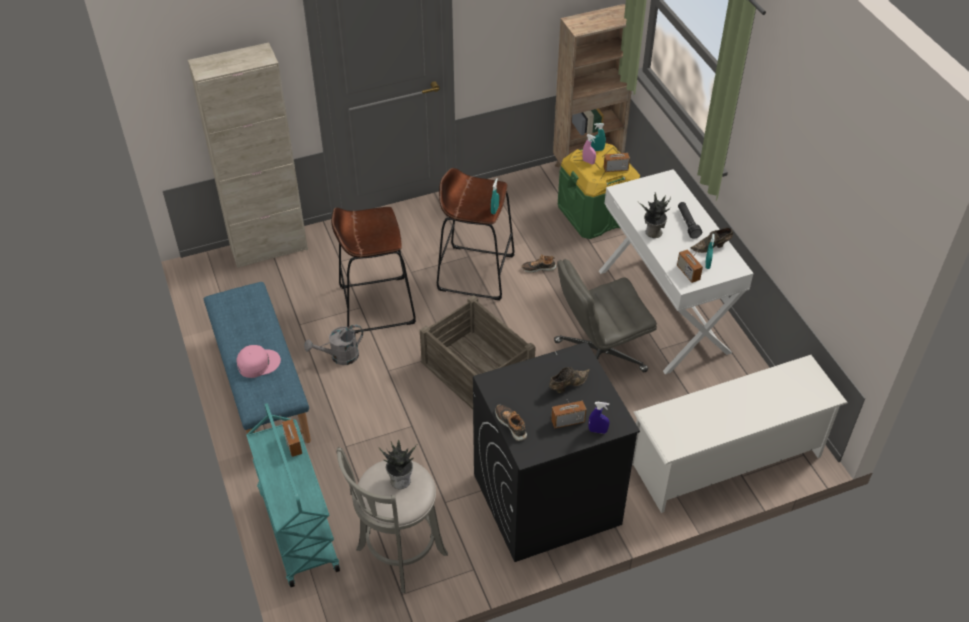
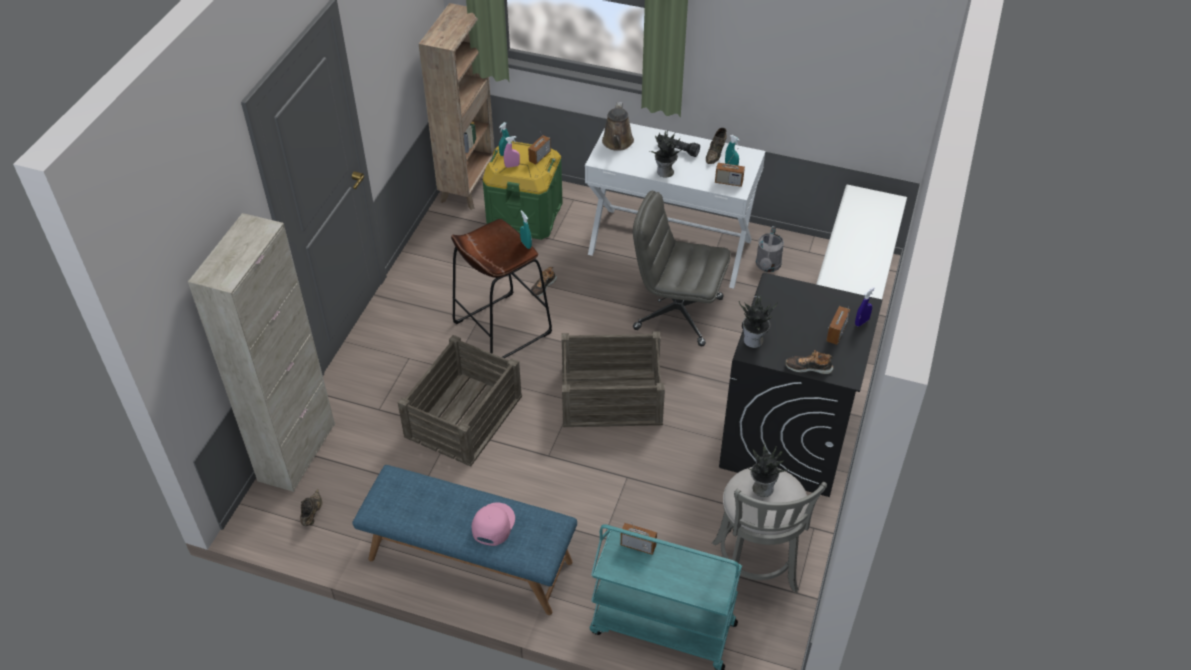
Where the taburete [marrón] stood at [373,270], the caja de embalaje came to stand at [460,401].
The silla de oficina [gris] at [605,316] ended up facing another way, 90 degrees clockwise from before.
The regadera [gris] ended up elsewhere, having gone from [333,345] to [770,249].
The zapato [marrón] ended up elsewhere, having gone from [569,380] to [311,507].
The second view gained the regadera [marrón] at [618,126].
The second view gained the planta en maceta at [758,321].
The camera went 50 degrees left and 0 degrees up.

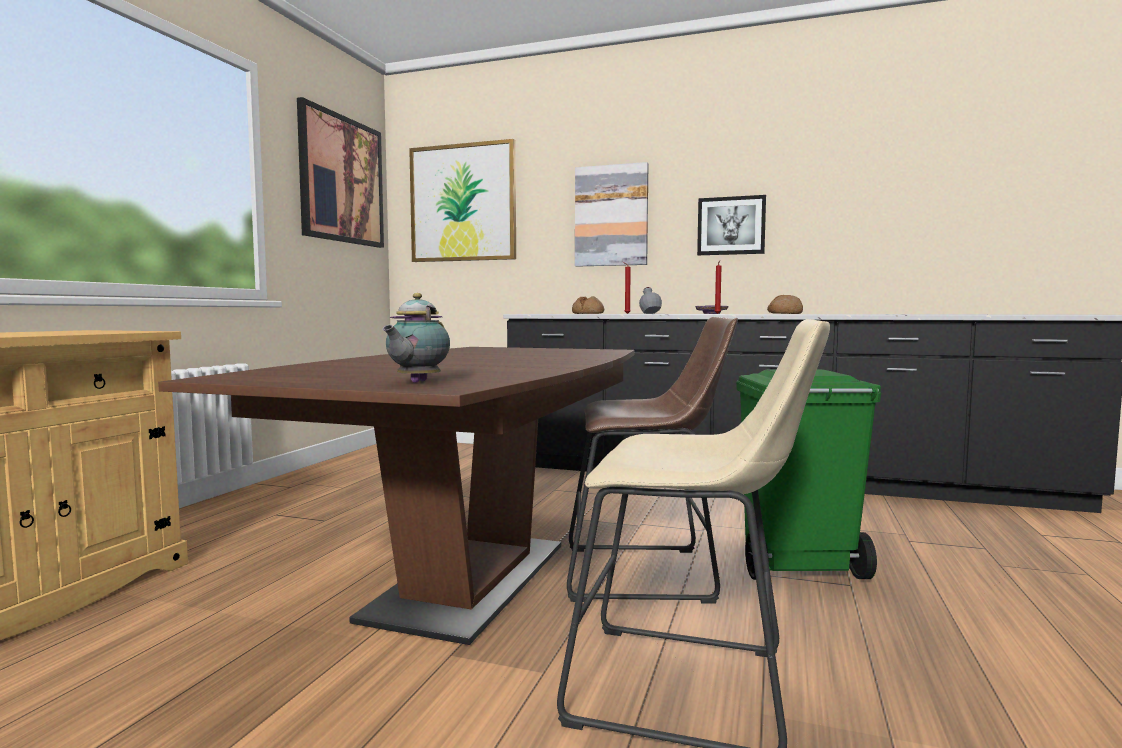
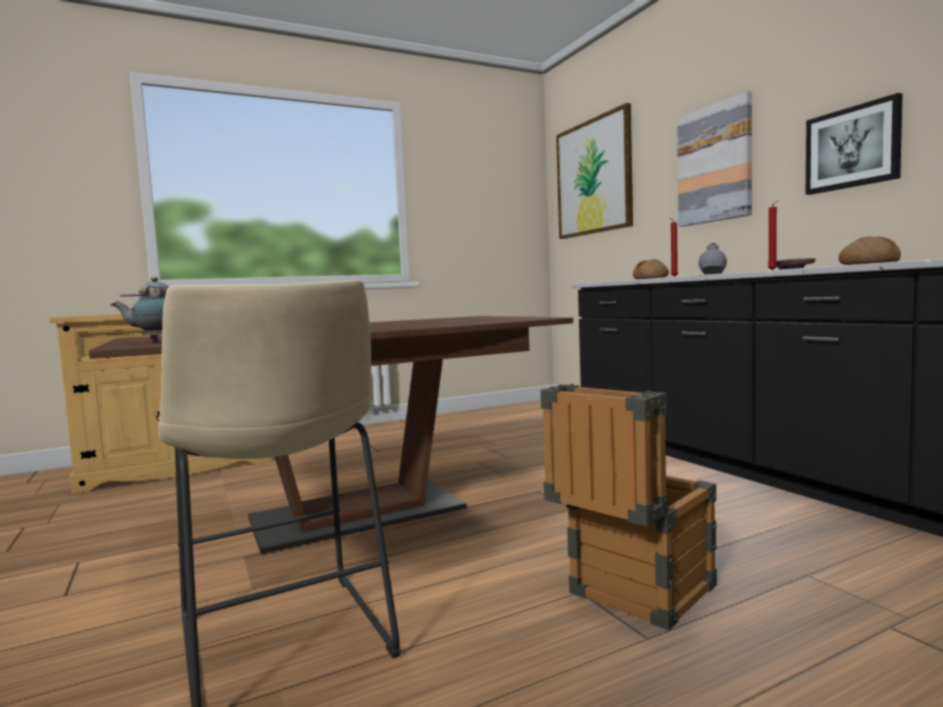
The second view lost the cuadro at [340,172].
The second view lost the taburete [marrón] at [652,460].
Where the papelera [verde] stood at [808,474], the caja de embalaje came to stand at [629,507].
The camera went 45 degrees right and 0 degrees up.

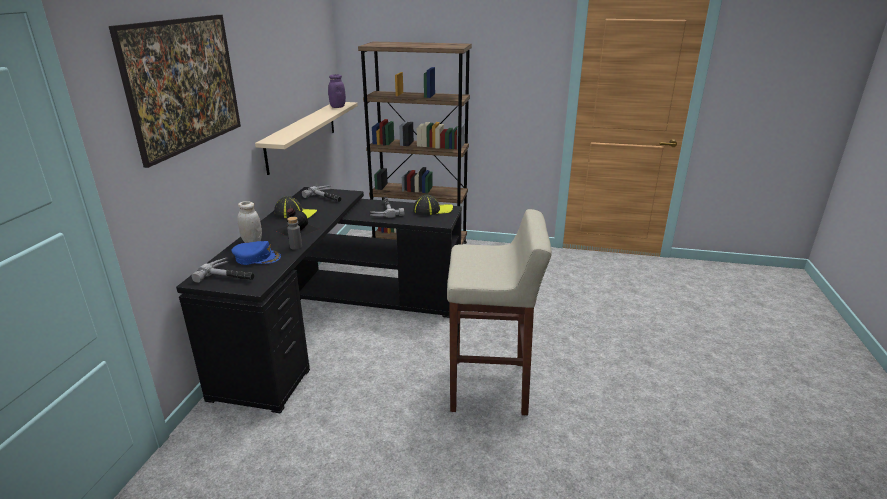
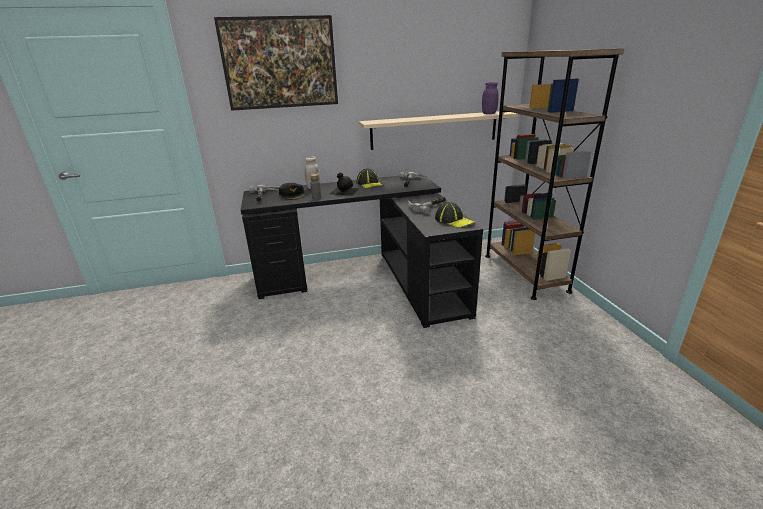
The second view lost the taburete [beis] at [499,312].
What was the gorra [azul] at [256,253] turned into the gorra [negro] at [291,191].
The camera went 65 degrees right and 0 degrees up.

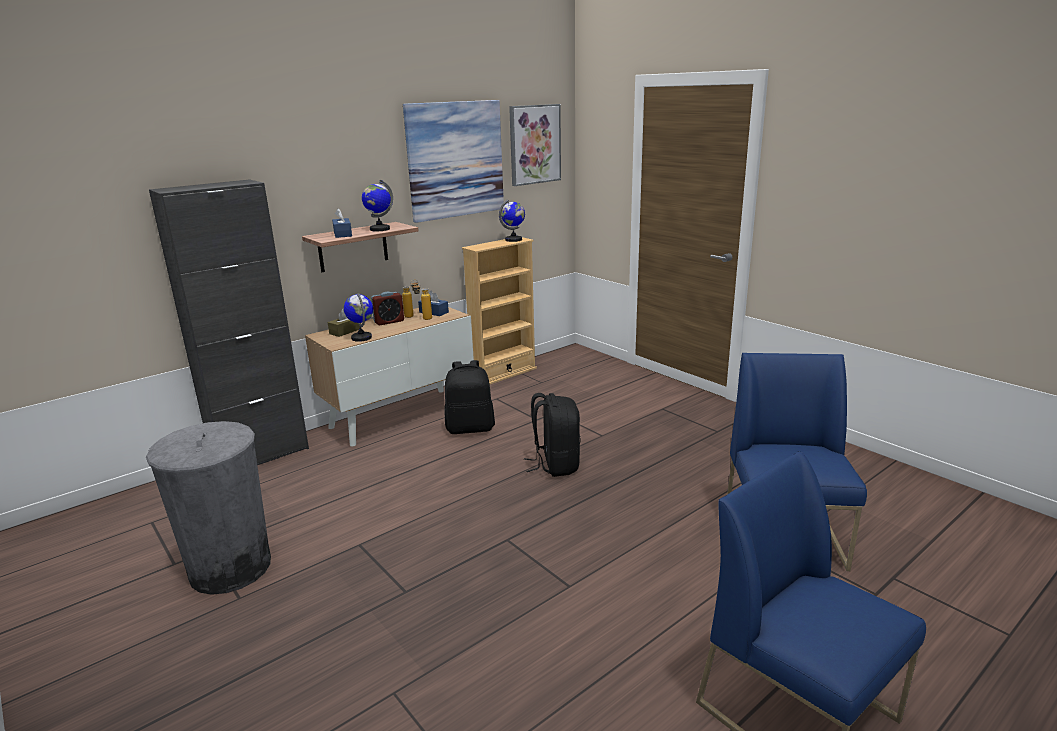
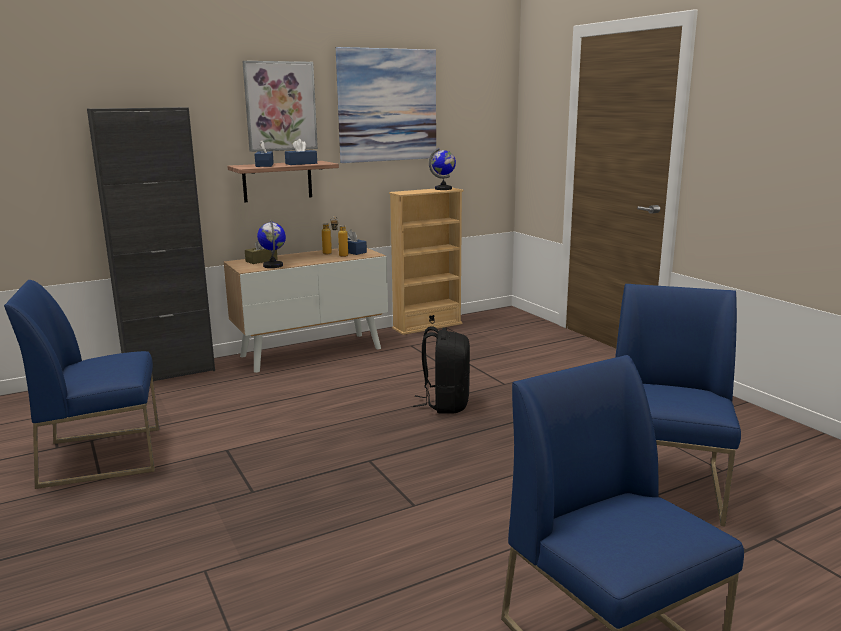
The cuadro ended up elsewhere, having gone from [535,145] to [280,106].
Where the globo terráqueo stood at [377,205], the caja de pañuelos [azul] came to stand at [301,152].
The second view lost the despertador at [387,308].
The second view lost the mochila [negro] at [469,397].
Where the papelera [gris] stood at [208,508], the silla [azul] came to stand at [81,384].
The camera went 10 degrees right and 5 degrees down.

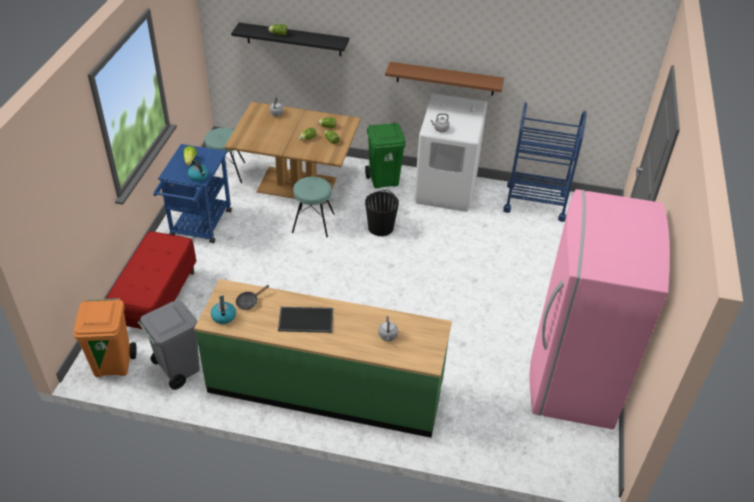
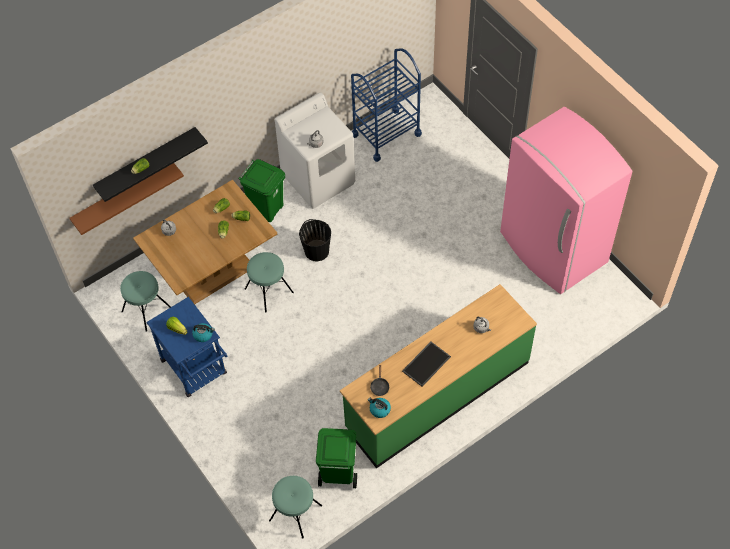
The estante [marrón] ended up elsewhere, having gone from [444,79] to [126,199].
The second view lost the banco [rojo] at [151,280].
Where the papelera [naranja] stood at [105,337], the taburete [turquesa] came to stand at [295,507].
What was the papelera [gris] at [169,345] turned into the papelera [verde] at [336,458].
The camera went 45 degrees left and 15 degrees up.

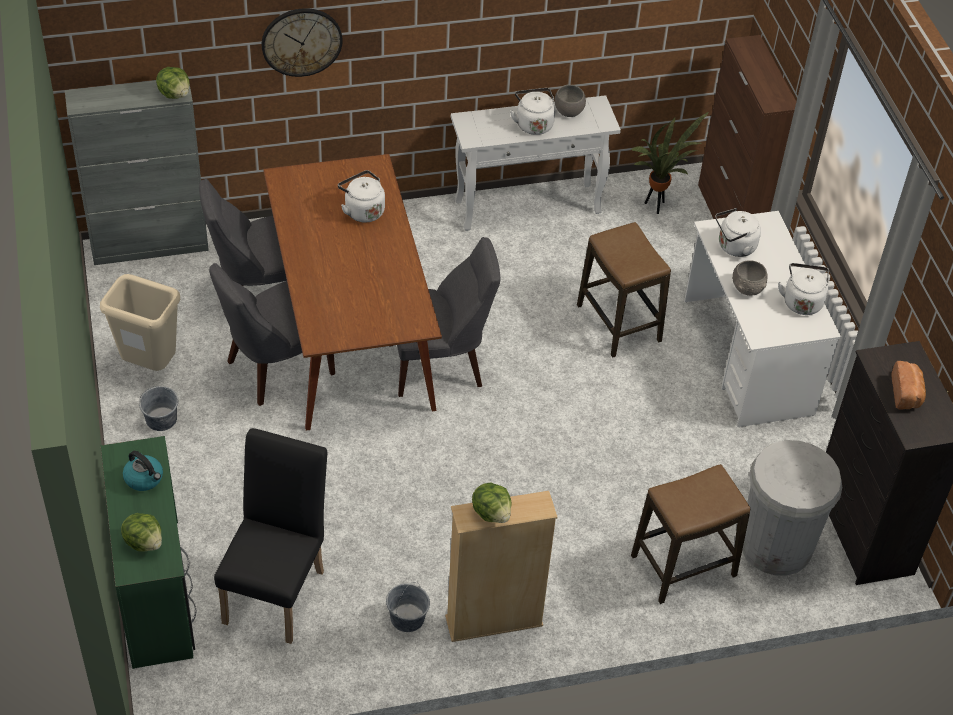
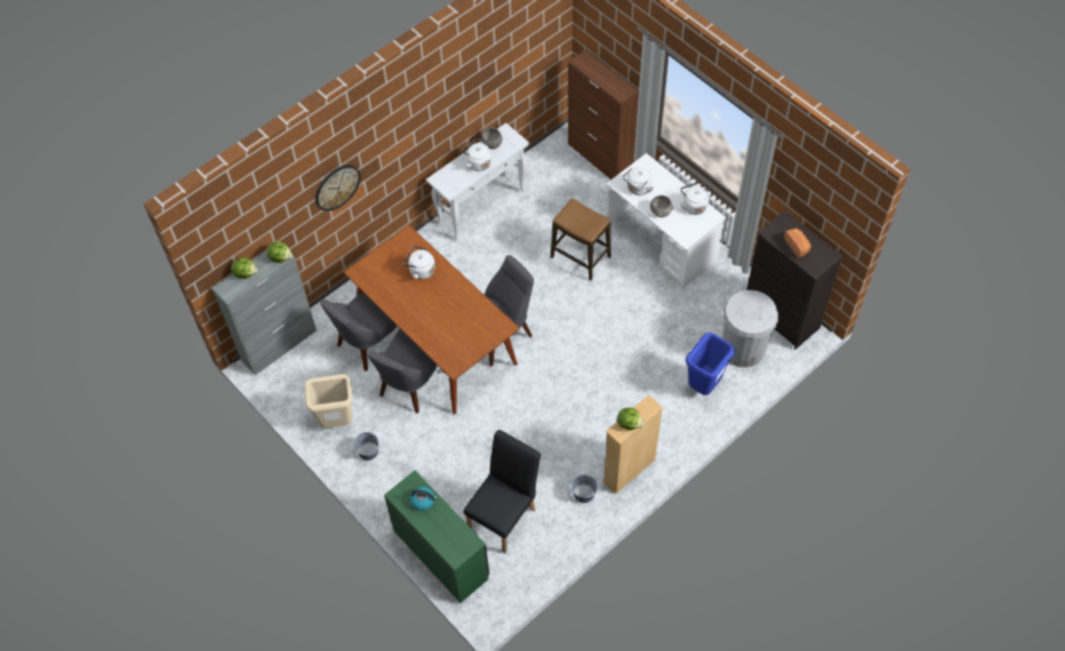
The second view lost the planta en maceta at [670,163].
The silla [negro] at [271,536] ended up facing another way, 45 degrees clockwise from before.
Where the taburete stood at [690,534], the papelera [azul] came to stand at [710,363].
The lechuga ended up elsewhere, having gone from [141,532] to [244,268].
The camera went 25 degrees left and 10 degrees up.

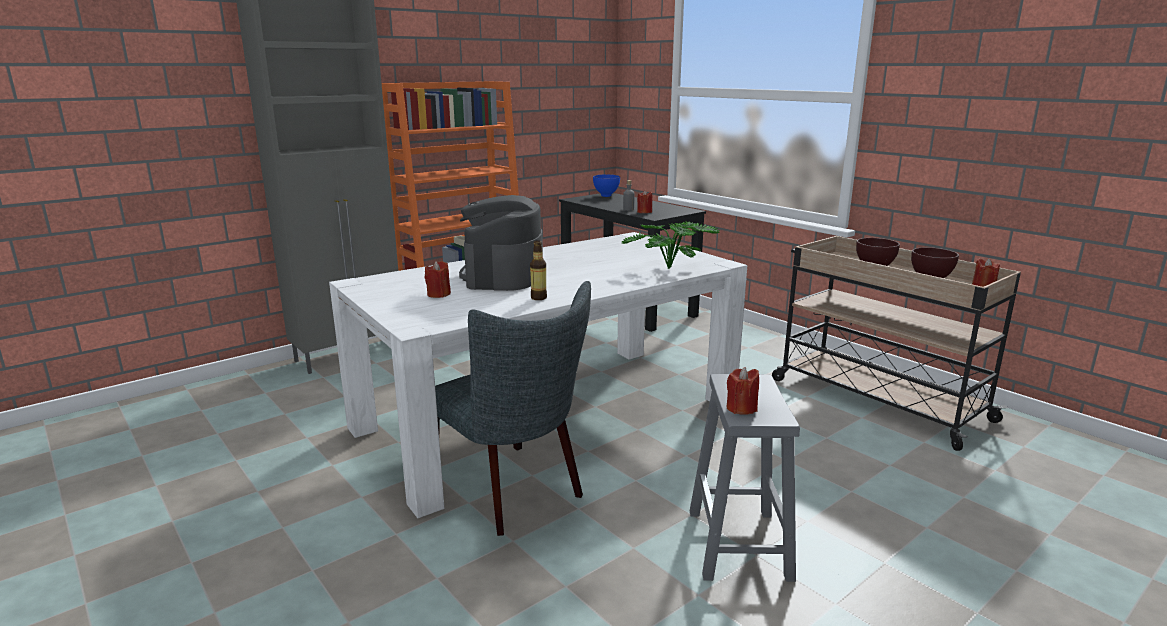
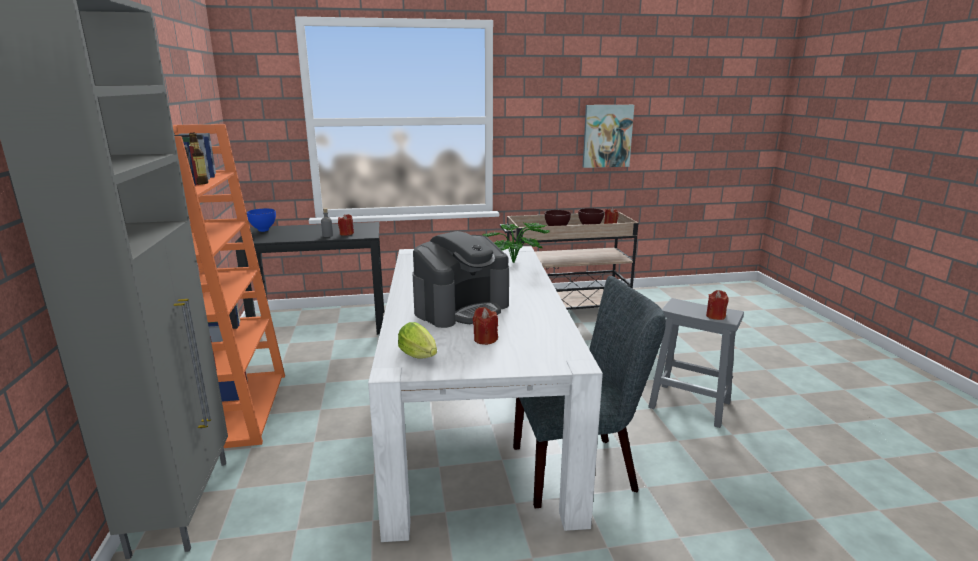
The cafetera at [501,243] ended up facing another way, 75 degrees counterclockwise from before.
The botella ended up elsewhere, having gone from [538,270] to [199,159].
The second view gained the cuadro at [608,136].
The second view gained the lechuga at [417,340].
The camera went 60 degrees left and 0 degrees up.

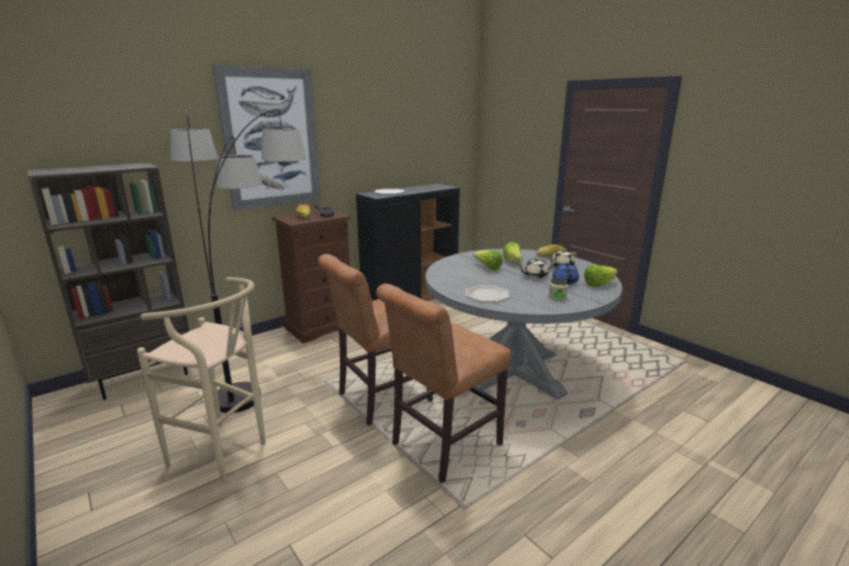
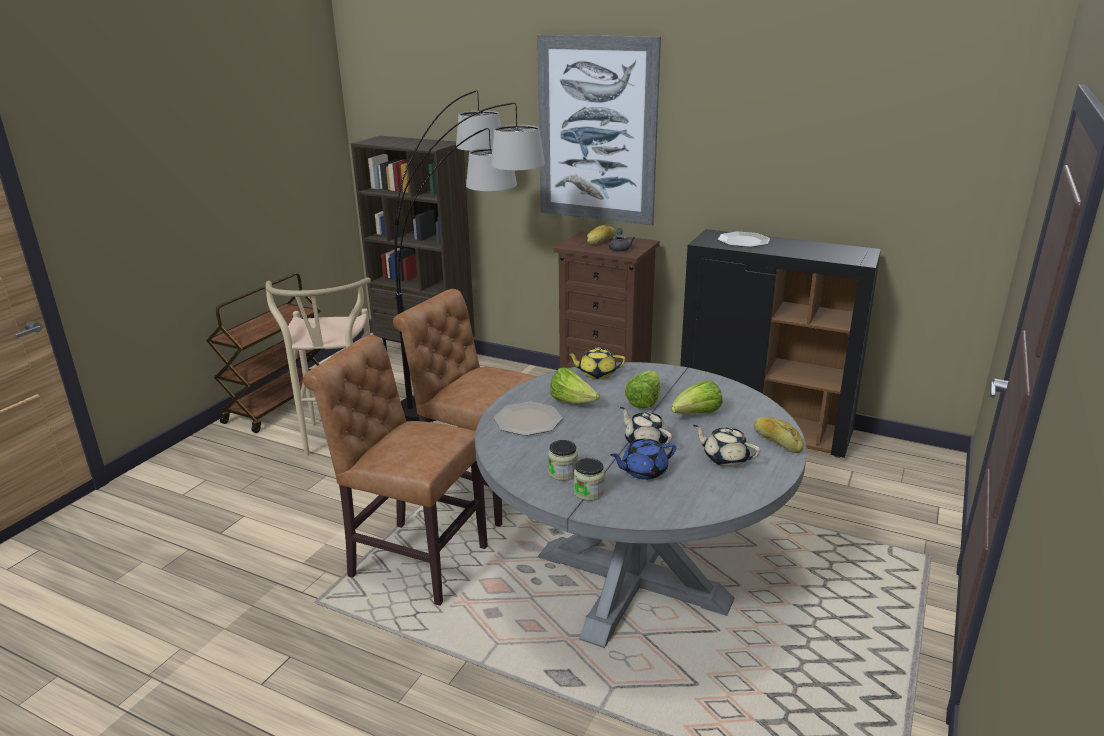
The lechuga ended up elsewhere, having gone from [601,275] to [575,386].
The second view gained the carrito [marrón] at [263,353].
The second view gained the tetera [amarillo] at [596,363].
The second view gained the tarro at [589,479].
The camera went 65 degrees right and 5 degrees up.

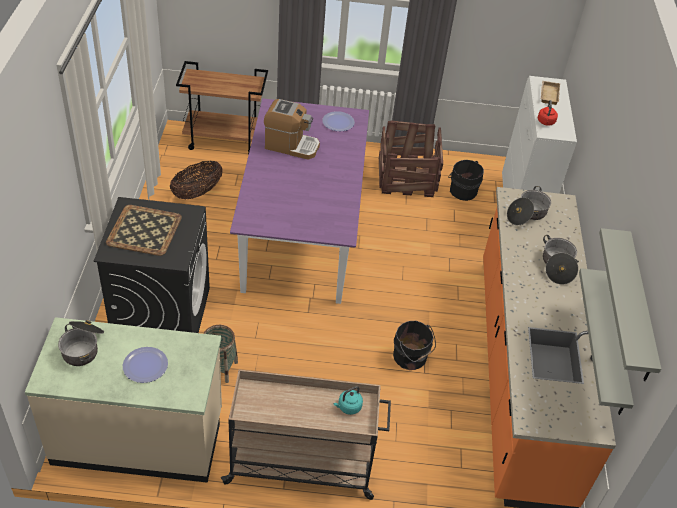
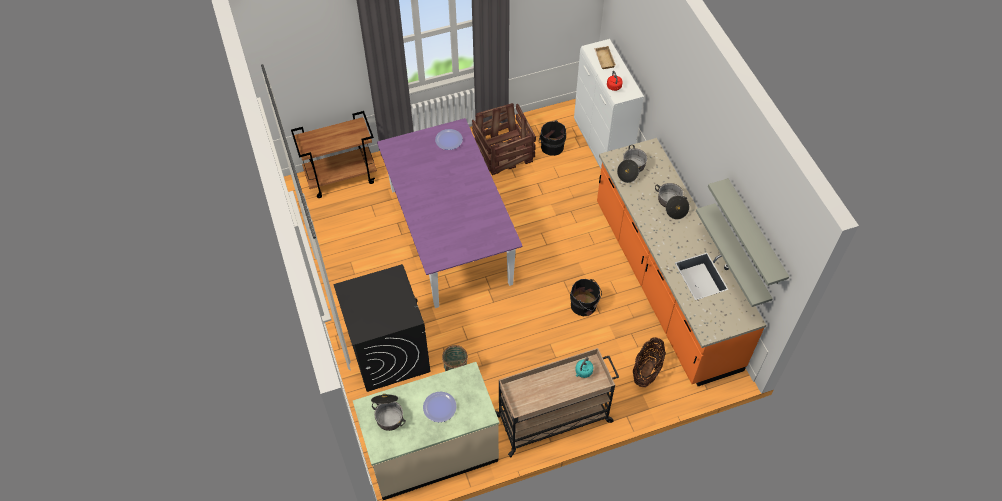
The second view lost the cafetera at [292,129].
The cesta ended up elsewhere, having gone from [196,179] to [649,362].
The second view lost the bandeja at [144,230].
The camera went 20 degrees left and 10 degrees up.

